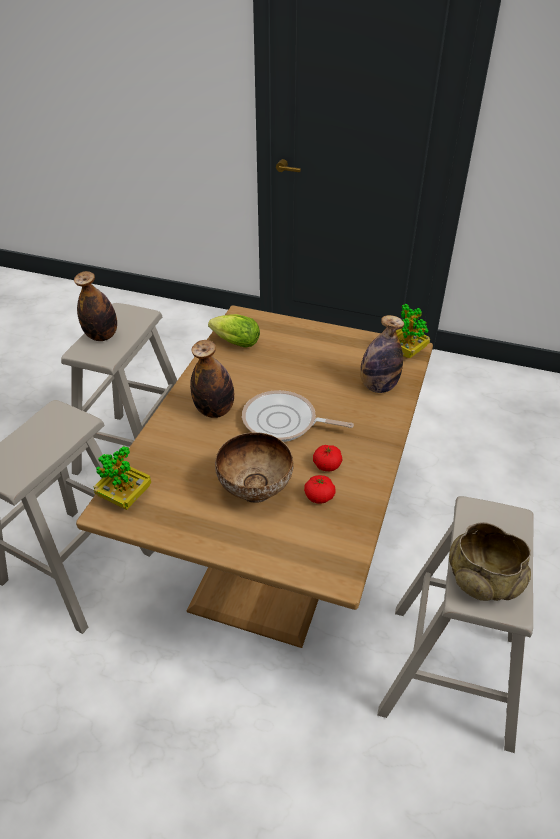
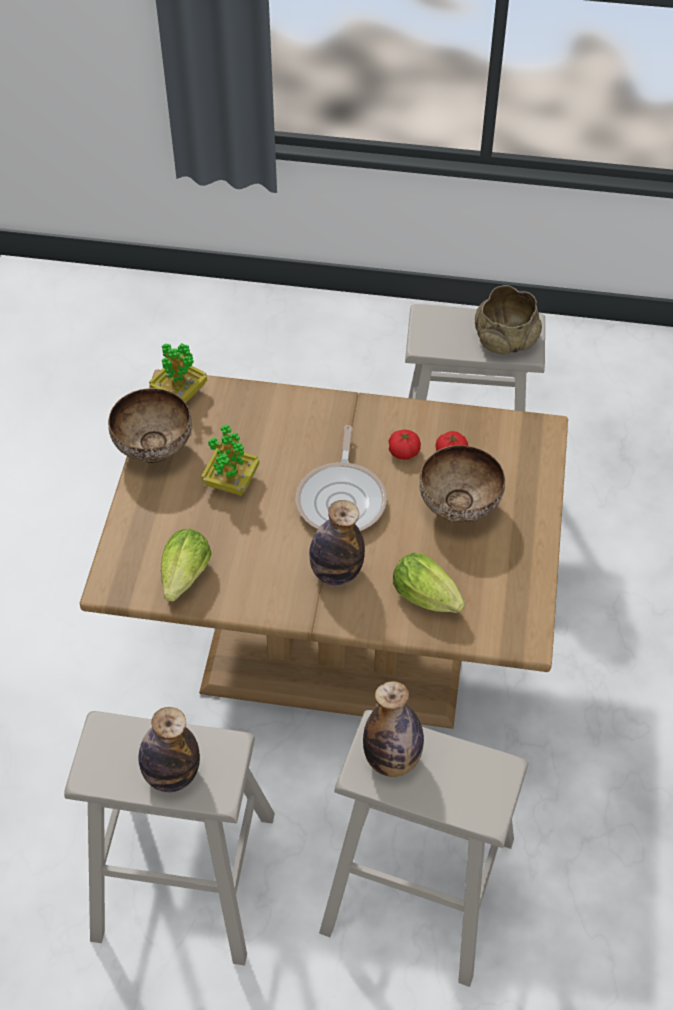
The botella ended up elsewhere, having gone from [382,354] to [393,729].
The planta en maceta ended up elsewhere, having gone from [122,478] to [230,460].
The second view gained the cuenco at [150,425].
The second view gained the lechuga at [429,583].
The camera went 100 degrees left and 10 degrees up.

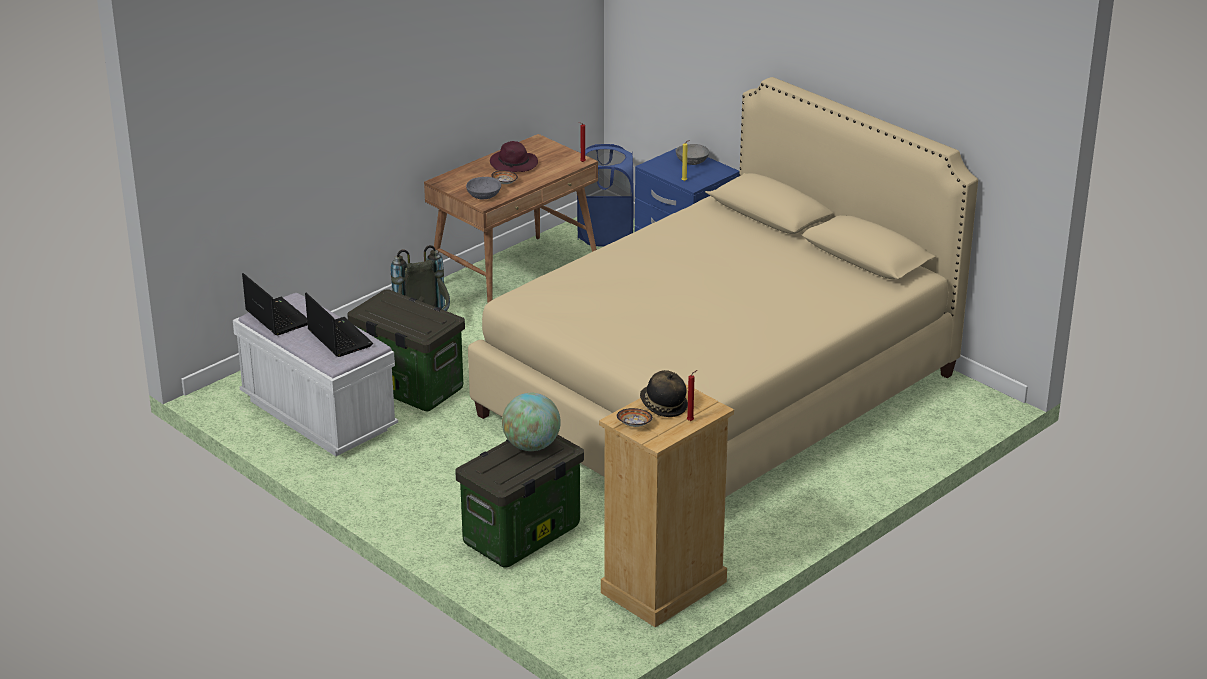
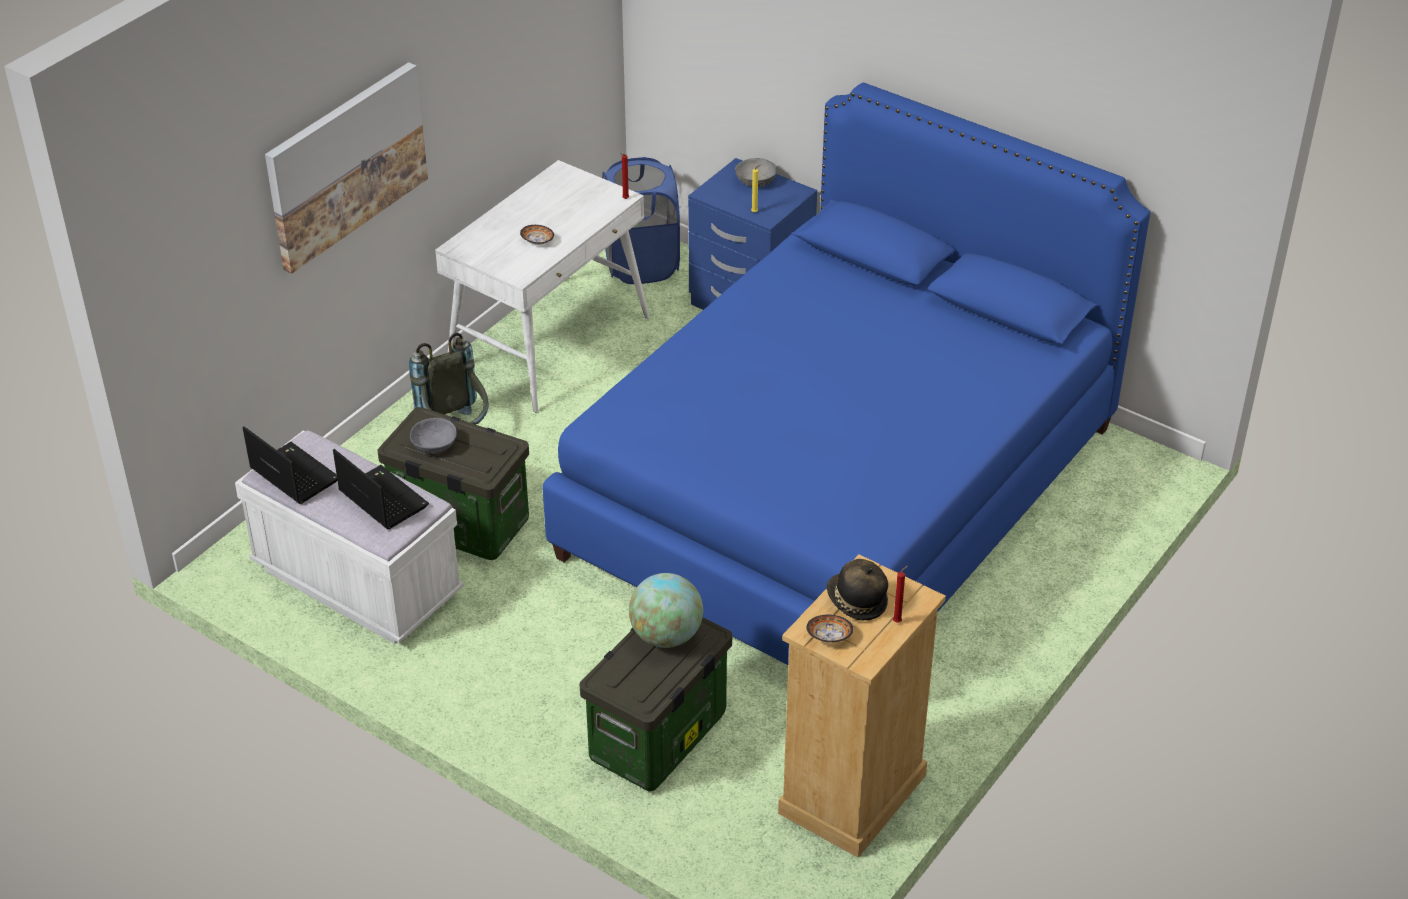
What was the cama [beis] at [723,287] turned into the cama [azul] at [846,374].
What was the escritorio [marrón] at [511,218] turned into the escritorio [blanco] at [542,286].
The second view lost the sombrero [morado] at [514,156].
The cuenco [gris] ended up elsewhere, having gone from [483,188] to [433,436].
The second view gained the cuadro at [346,168].
The camera went 10 degrees left and 10 degrees up.

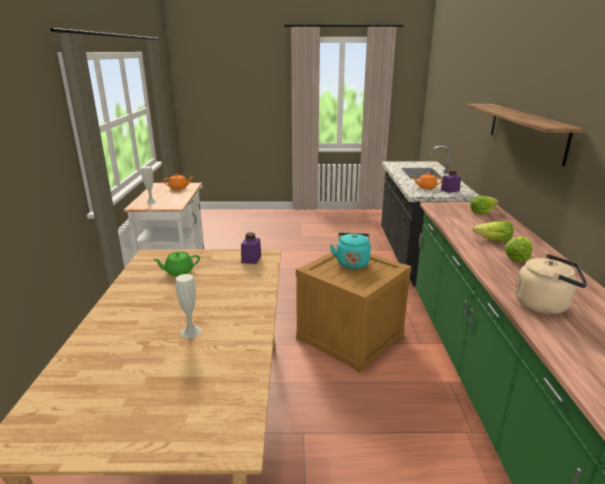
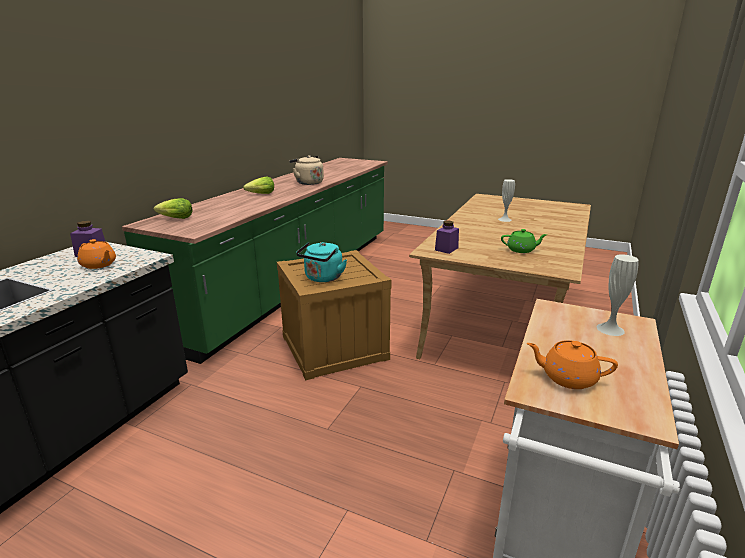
The second view lost the estante at [524,135].
The second view lost the lechuga at [493,231].
The camera went 155 degrees left and 0 degrees up.

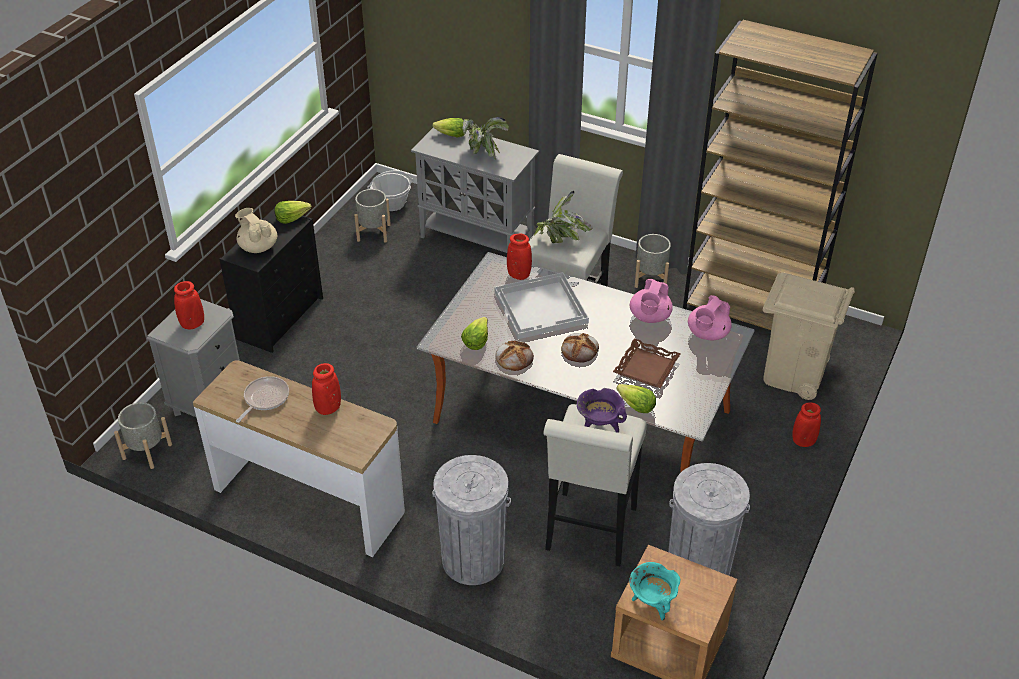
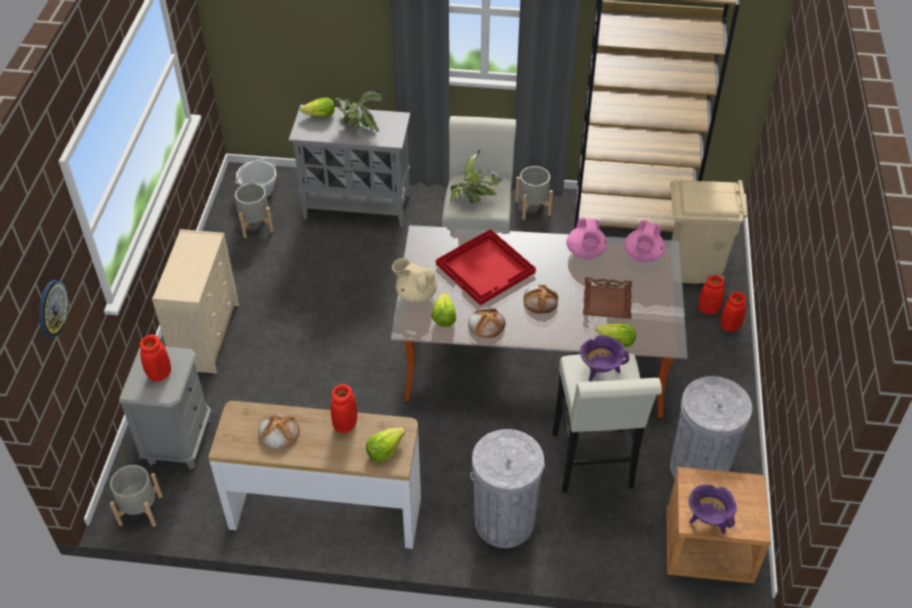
The lechuga ended up elsewhere, having gone from [292,212] to [385,445].
What was the cómoda [negro] at [271,280] turned into the cómoda [beis] at [195,301].
The tetera [beis] ended up elsewhere, having gone from [256,230] to [414,280].
The florero [rojo] ended up elsewhere, having gone from [519,257] to [711,294].
What was the bandeja [blanco] at [542,305] turned into the bandeja [rojo] at [486,267].
Where the sartén stood at [262,399], the pan came to stand at [279,431].
What was the olla [turquesa] at [654,591] turned into the olla [morado] at [712,509].
The second view gained the reloj de pared at [53,308].
The camera went 20 degrees left and 5 degrees up.

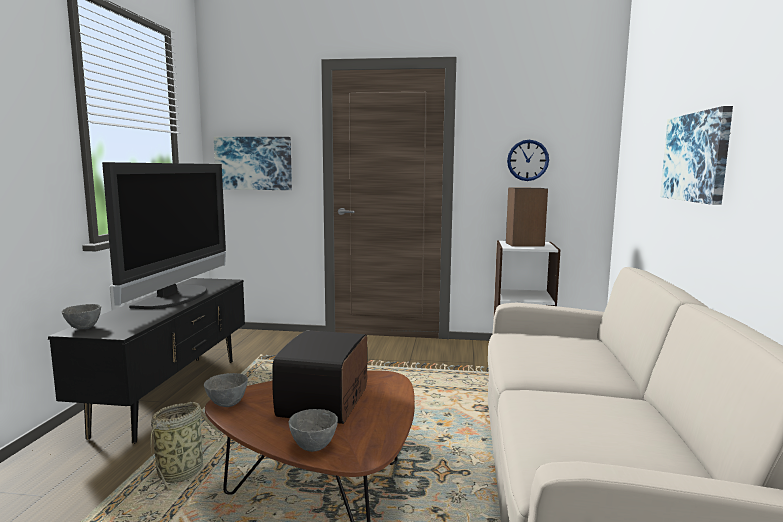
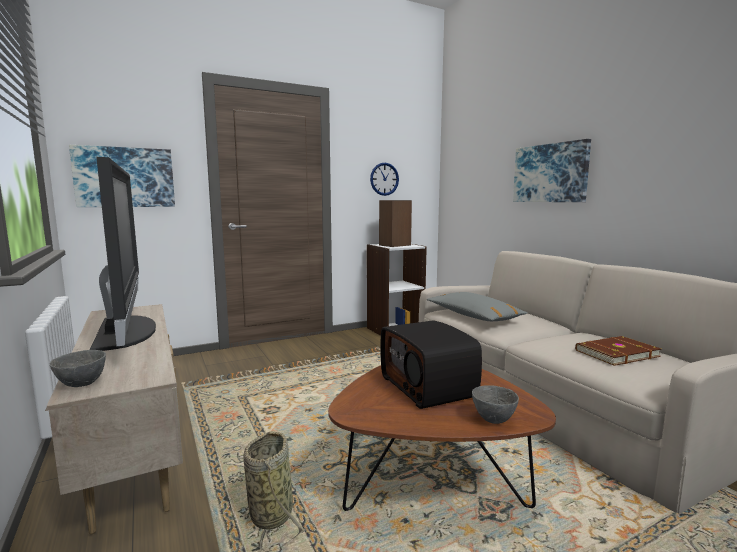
What was the mueble de televisión [negro] at [146,361] turned into the mueble de televisión [beis] at [114,419].
The second view lost the cuenco [gris] at [226,390].
The second view gained the cojín [gris] at [477,306].
The second view gained the libro [marrón] at [618,351].
The camera went 35 degrees left and 0 degrees up.

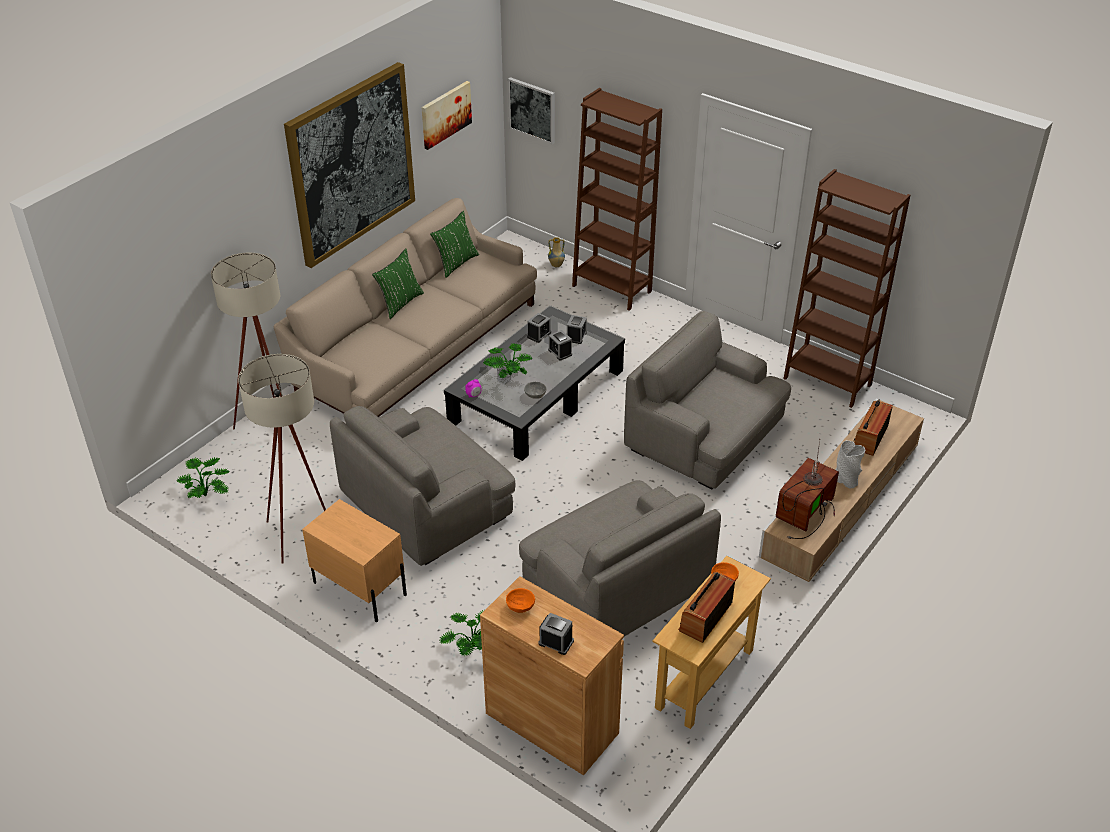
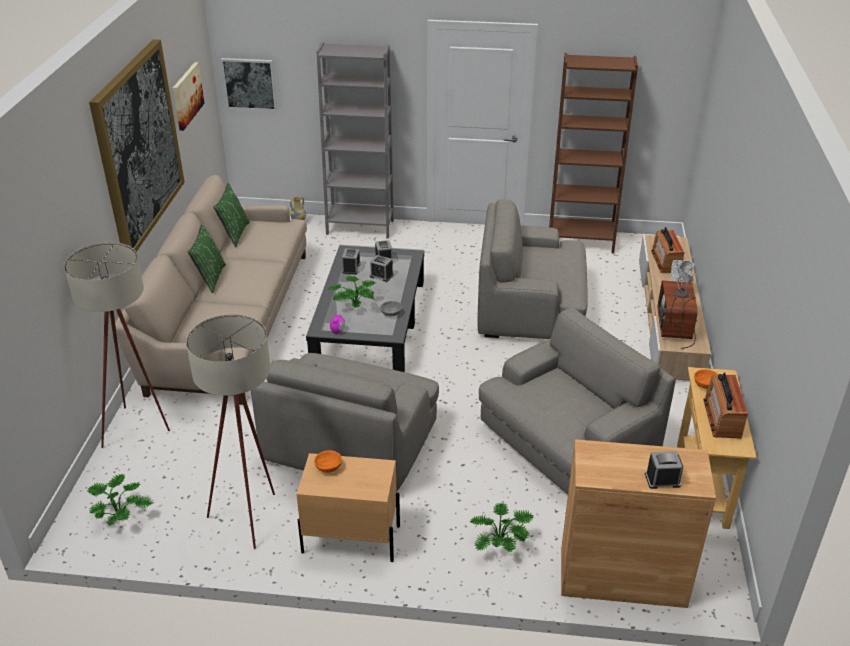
What was the estantería [marrón] at [617,199] turned into the estantería [gris] at [355,140].
The sillón [gris] at [620,558] ended up facing another way, 60 degrees counterclockwise from before.
The cuenco [naranja] ended up elsewhere, having gone from [520,600] to [328,461].
The camera went 30 degrees left and 5 degrees down.

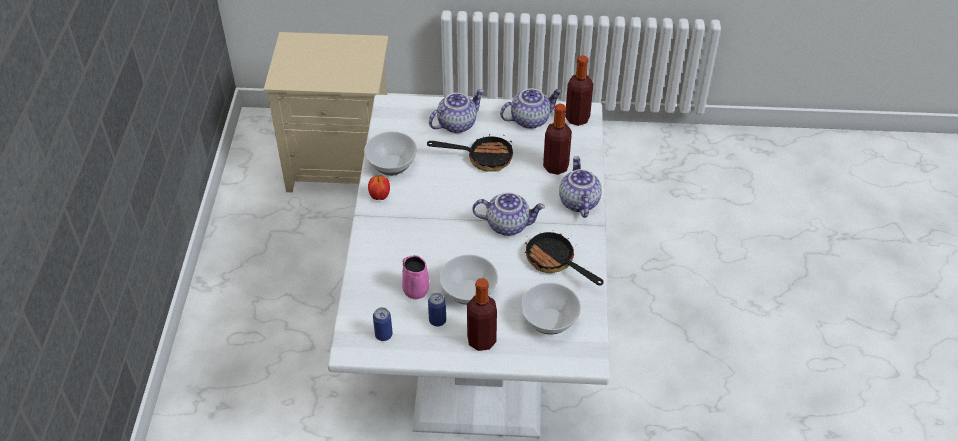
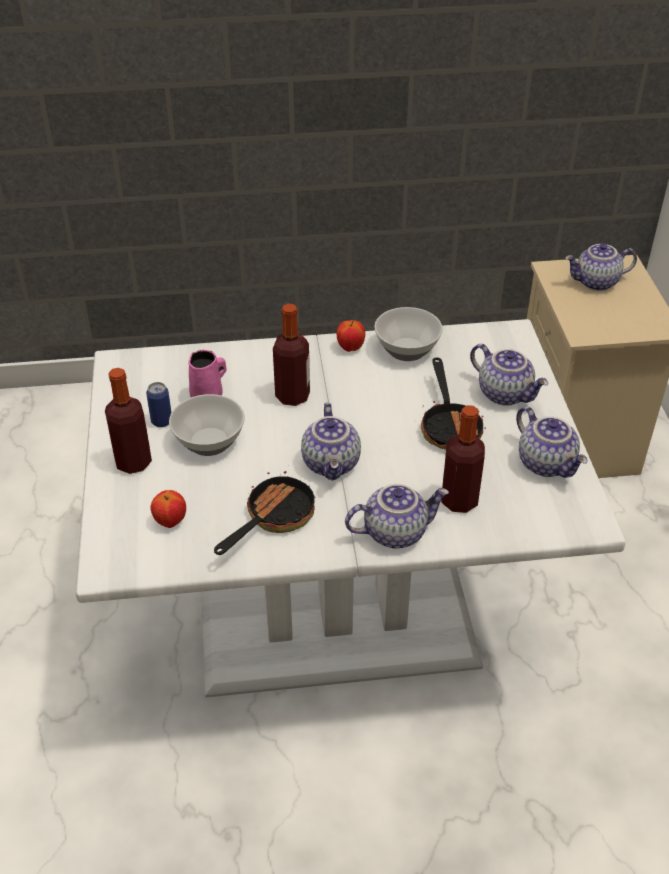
The botella ended up elsewhere, having gone from [579,90] to [291,355].
Where the cuenco stood at [551,309], the manzana came to stand at [168,509].
The second view lost the lata at [383,324].
The second view gained the tetera at [601,267].
The camera went 80 degrees right and 5 degrees down.

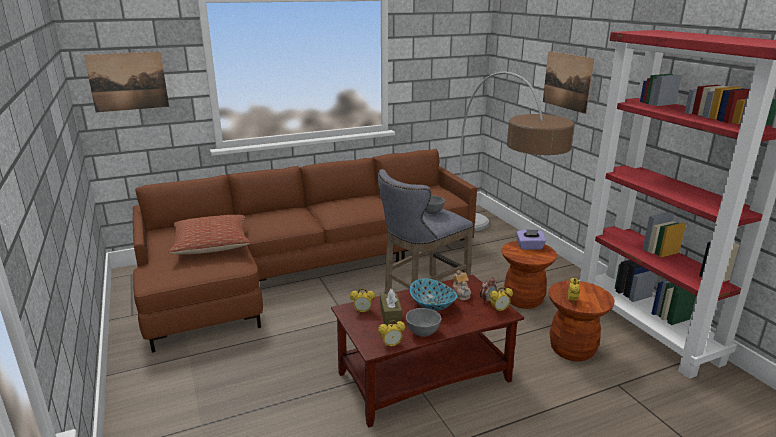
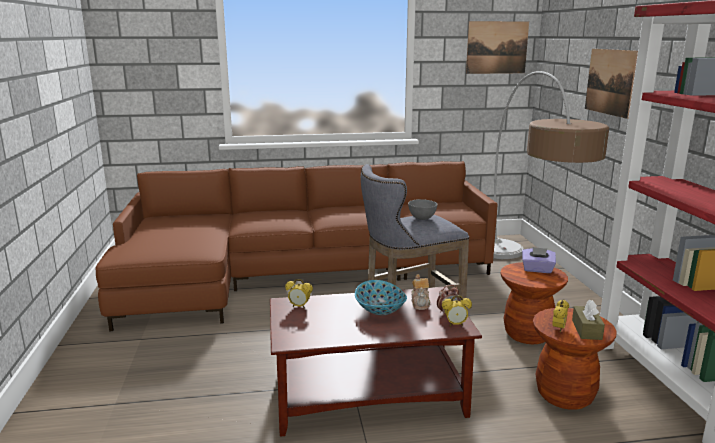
The cuadro ended up elsewhere, having gone from [126,82] to [497,47].
The second view lost the cojín at [209,234].
The caja de pañuelos [marrón] ended up elsewhere, having gone from [391,306] to [588,319].
The second view lost the cuenco [gris] at [423,322].
The second view lost the despertador at [391,334].
The camera went 15 degrees right and 5 degrees down.

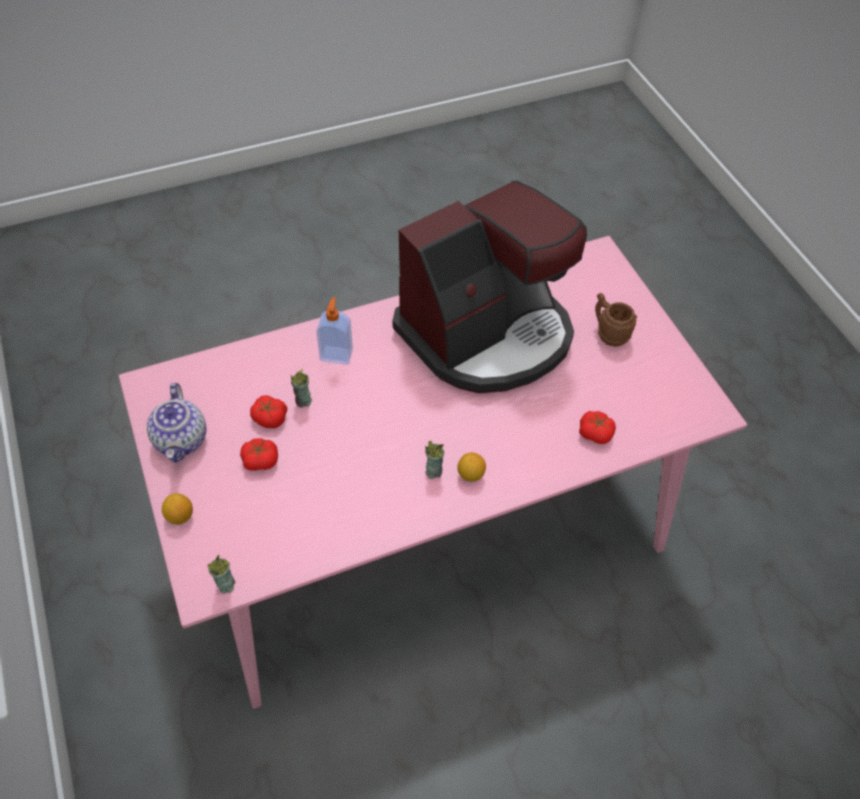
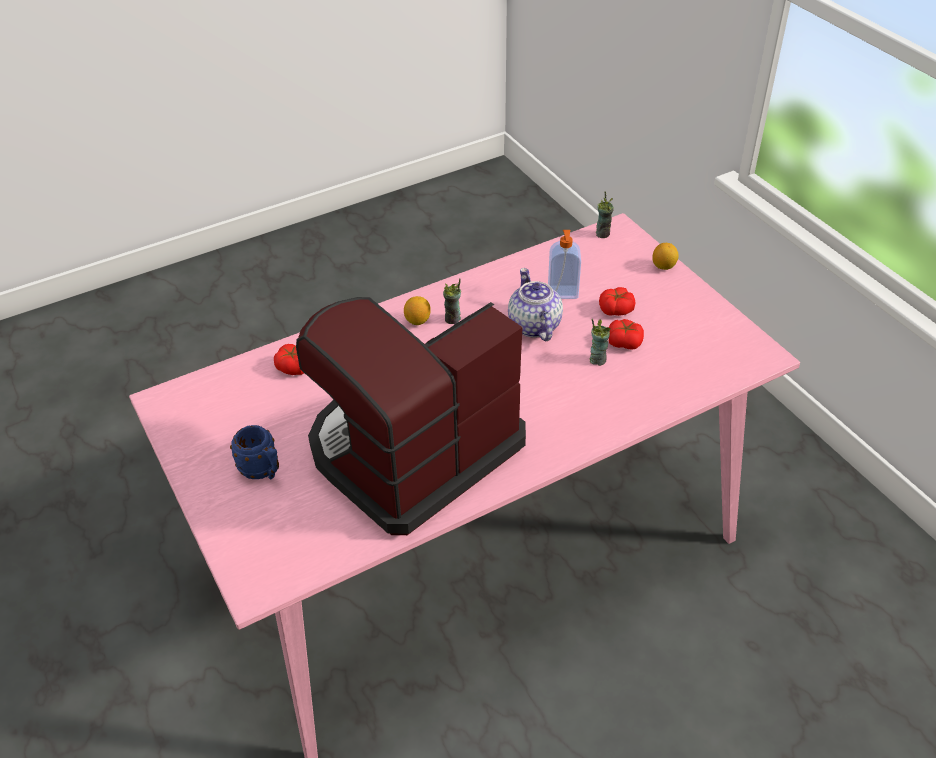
What was the taza grande [marrón] at [616,320] turned into the taza grande [azul] at [254,452].
The dispensador de jabón ended up elsewhere, having gone from [334,331] to [564,264].
The tetera ended up elsewhere, having gone from [176,423] to [535,304].
The camera went 175 degrees right and 10 degrees down.

